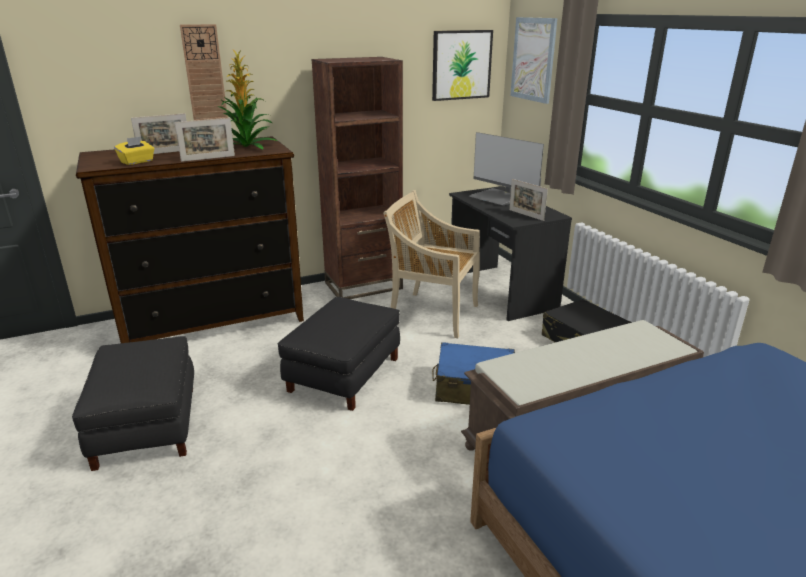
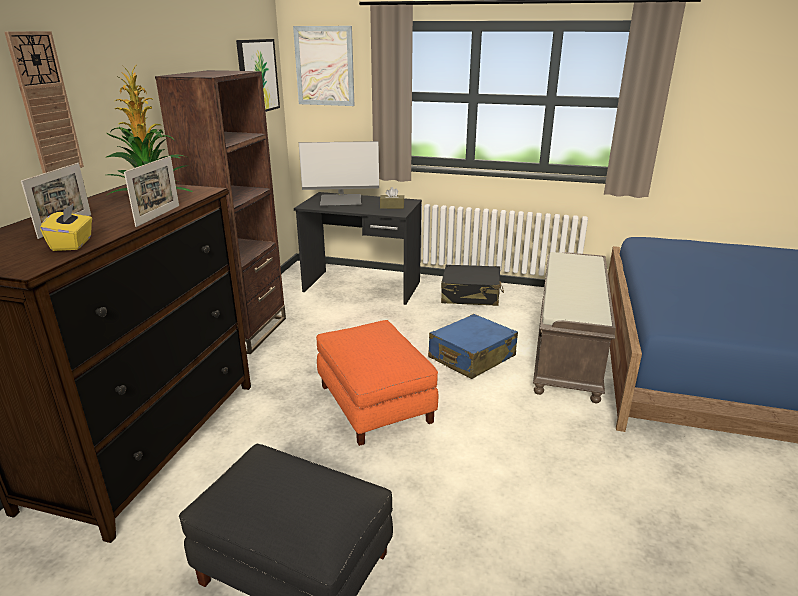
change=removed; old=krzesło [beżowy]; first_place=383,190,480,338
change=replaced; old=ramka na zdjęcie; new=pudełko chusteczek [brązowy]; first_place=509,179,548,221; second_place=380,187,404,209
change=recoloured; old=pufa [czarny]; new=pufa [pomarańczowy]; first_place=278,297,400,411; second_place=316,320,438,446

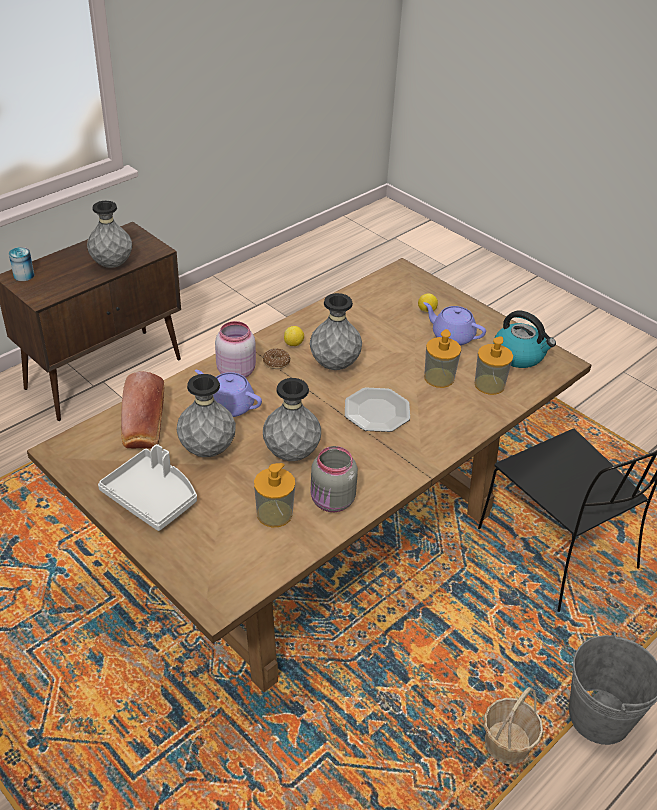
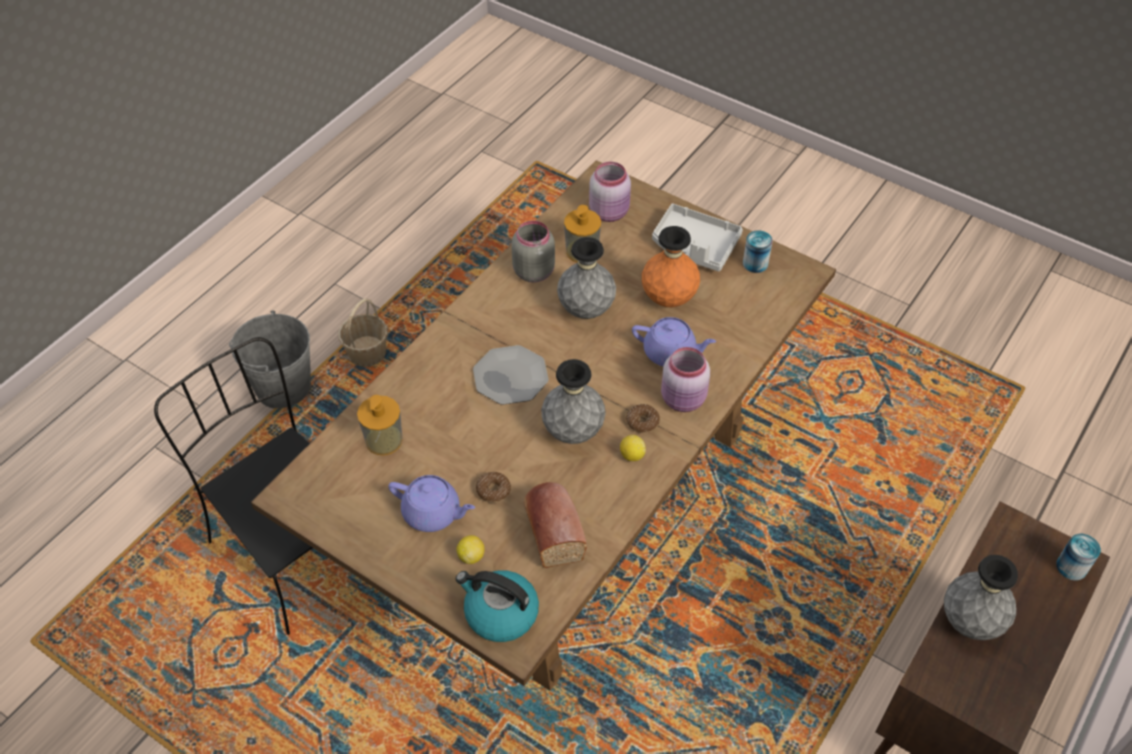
change=removed; old=dozownik mydła; first_place=424,329,461,388
change=added; new=donut; second_place=476,472,511,503
change=added; new=słoik [różowy]; second_place=589,162,631,222
change=added; new=puszka; second_place=743,230,773,273
change=moved; old=chleb; first_place=121,371,164,449; second_place=524,482,587,568
change=moved; old=czajnik; first_place=493,311,556,368; second_place=456,570,539,642
change=recoloured; old=wazon [szary]; new=wazon [pomarańczowy]; first_place=177,374,236,457; second_place=642,226,700,307

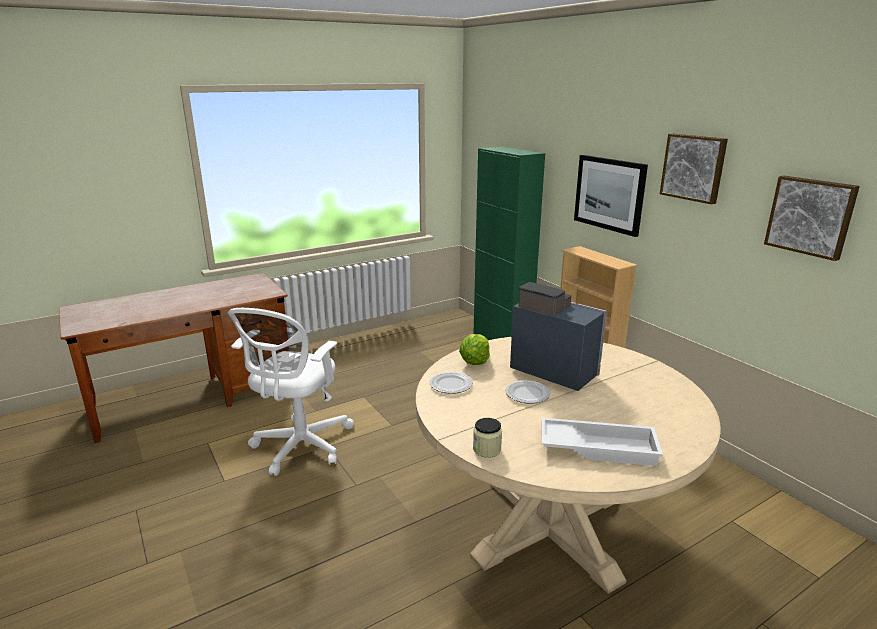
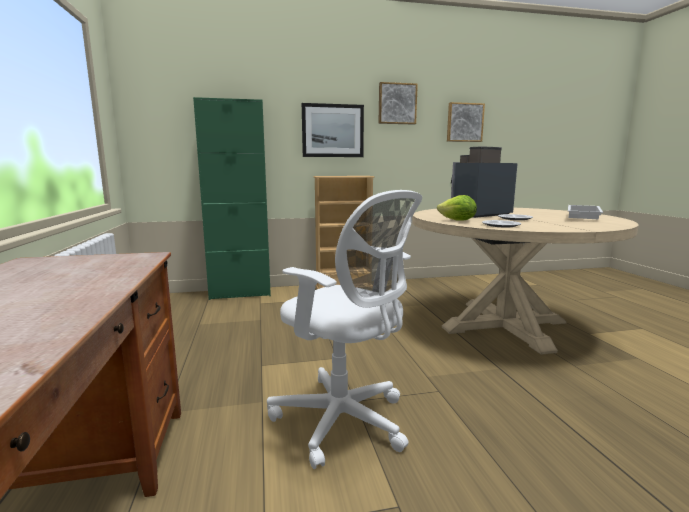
change=removed; old=słoik; first_place=473,418,502,458

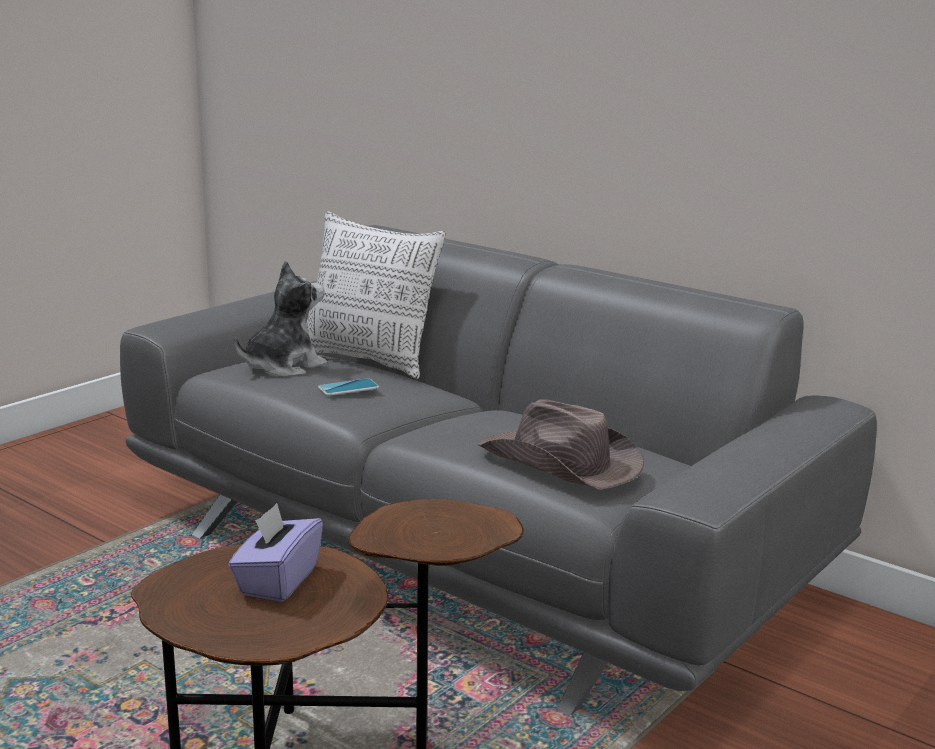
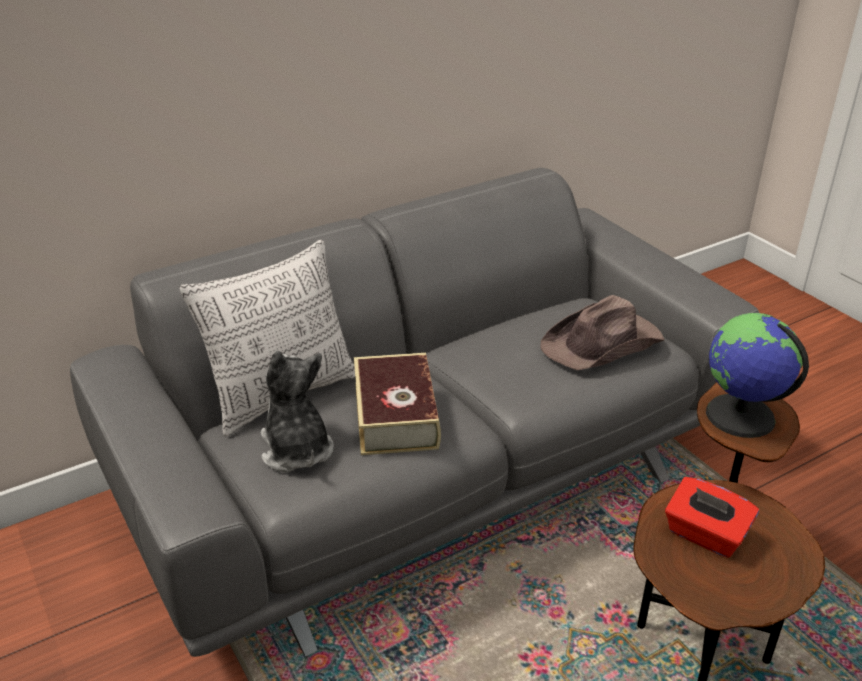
change=added; new=globus; second_place=706,313,809,438
change=replaced; old=telefon; new=książka; first_place=318,378,379,396; second_place=354,353,441,455
change=recoloured; old=pudełko chusteczek [fioletowy]; new=pudełko chusteczek [czerwony]; first_place=228,503,323,602; second_place=665,477,759,558

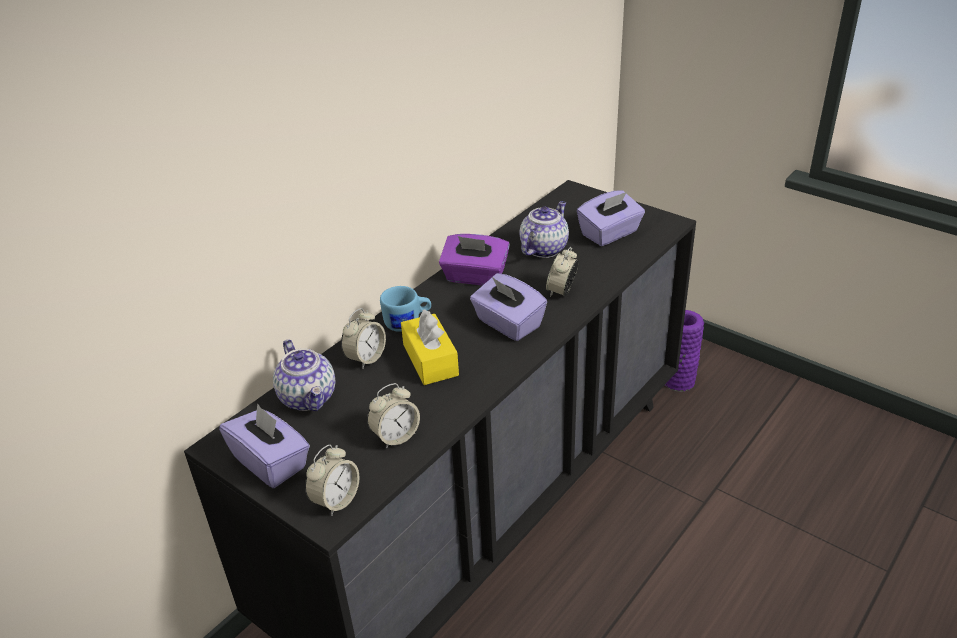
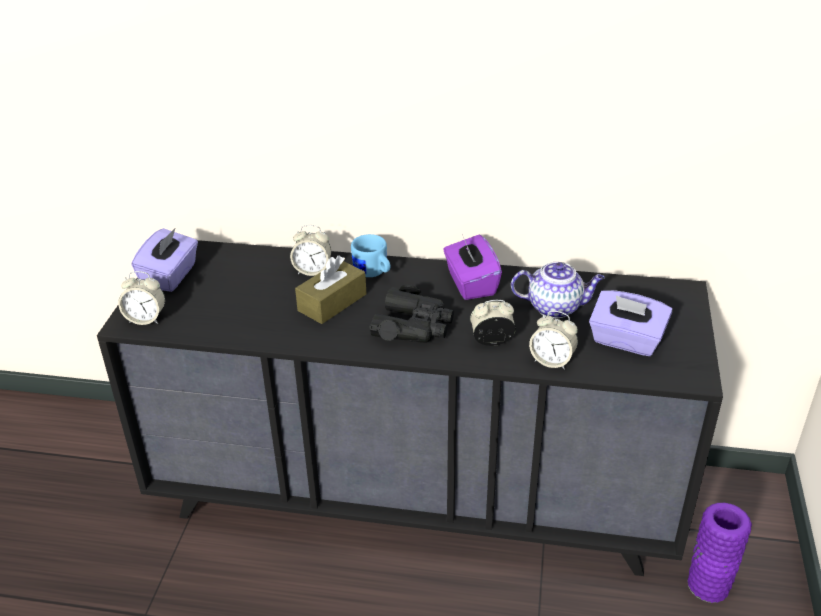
change=removed; old=imbryk; first_place=273,339,335,411
change=moved; old=budzik; first_place=367,383,420,449; second_place=529,311,578,370
change=replaced; old=pudełko chusteczek [fioletowy]; new=lornetka [czarny]; first_place=470,273,547,341; second_place=369,285,454,343
change=recoloured; old=pudełko chusteczek [żółty]; new=pudełko chusteczek [brązowy]; first_place=401,309,459,385; second_place=295,255,366,324

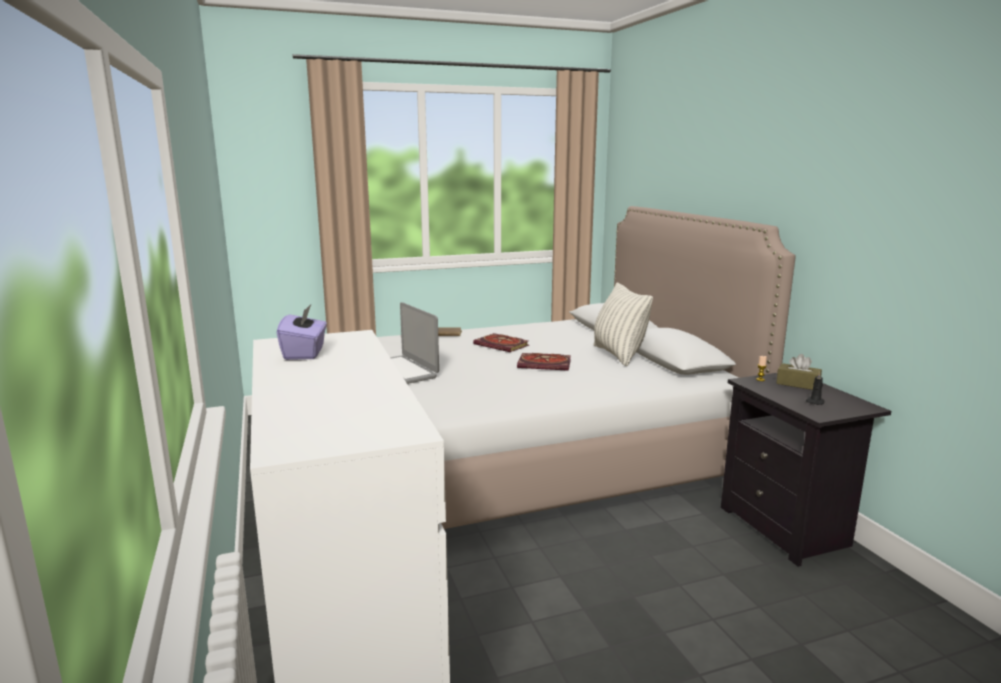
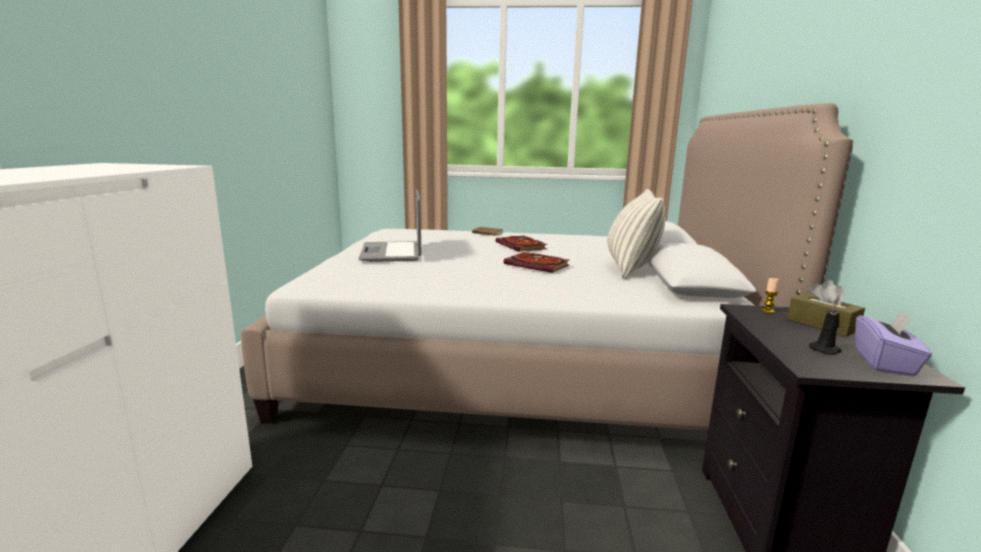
change=moved; old=pudełko chusteczek [fioletowy]; first_place=277,305,327,360; second_place=855,310,932,376

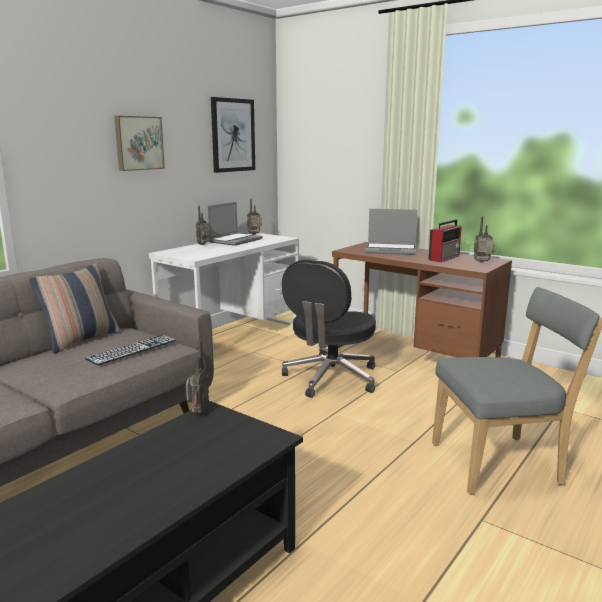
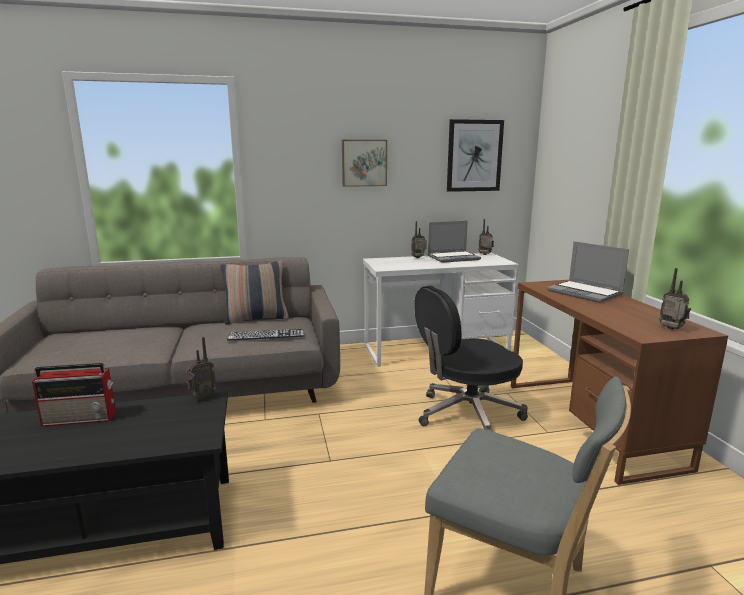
change=moved; old=radio; first_place=428,219,462,262; second_place=32,363,116,427

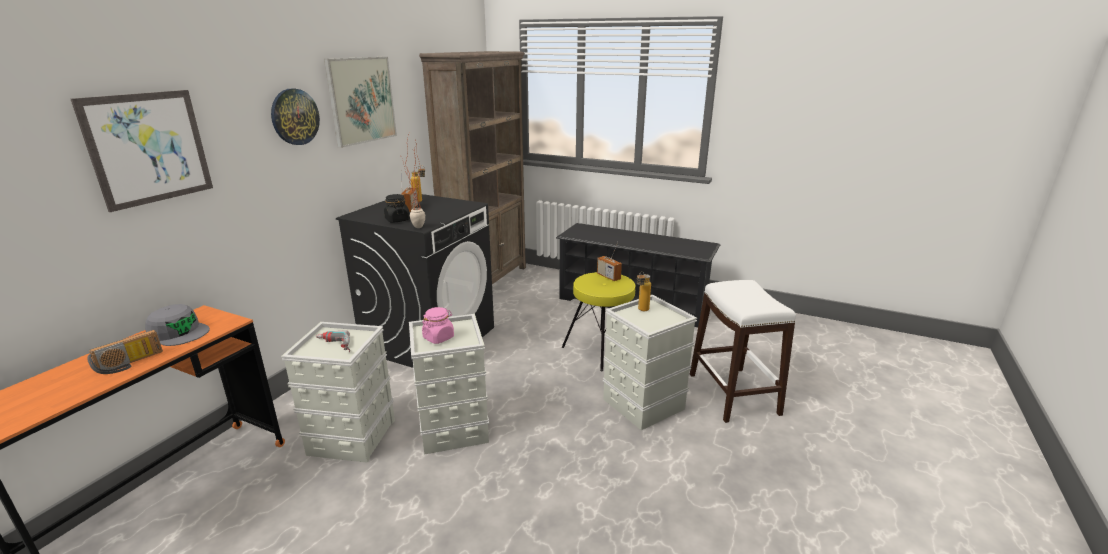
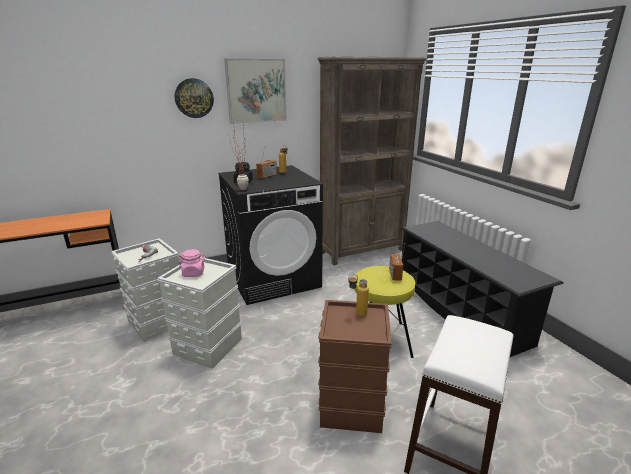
change=removed; old=obraz; first_place=71,90,213,212
change=removed; old=radio; first_place=87,330,163,374
change=removed; old=czapka z daszkiem [szary]; first_place=145,304,210,346
change=recoloured; old=pojemnik do przechowywania [szary]; new=pojemnik do przechowywania [brązowy]; first_place=603,295,697,430; second_place=318,300,392,433

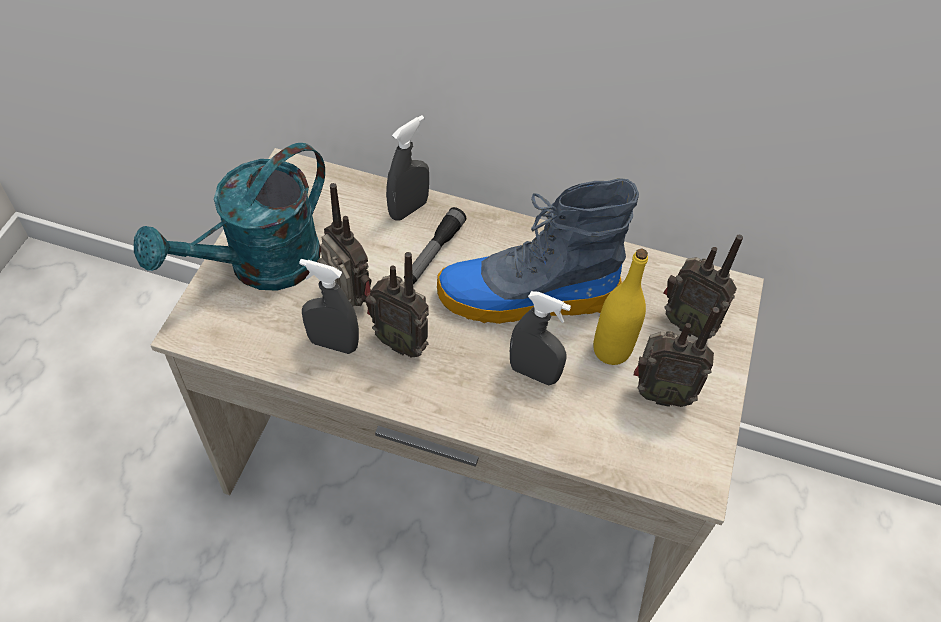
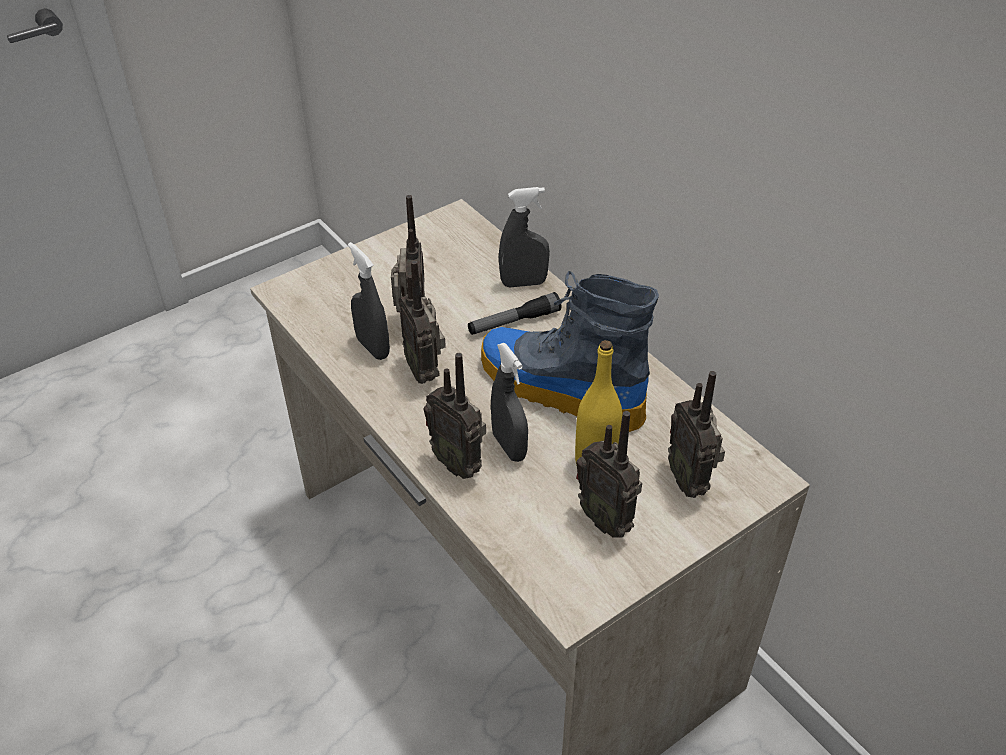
change=removed; old=konewka [turkusowy]; first_place=134,143,325,291
change=added; new=radio; second_place=423,353,486,479

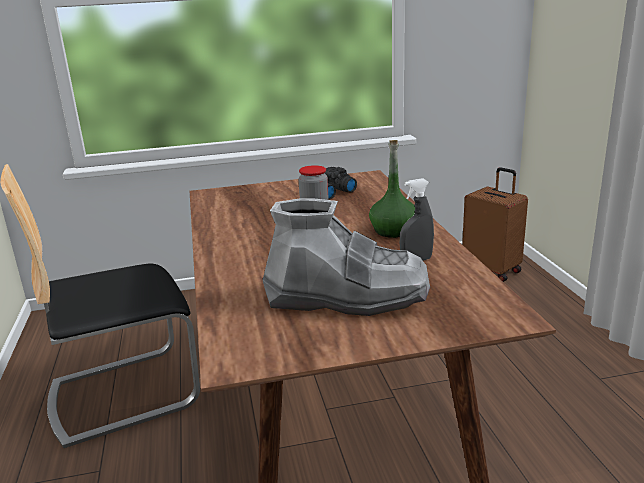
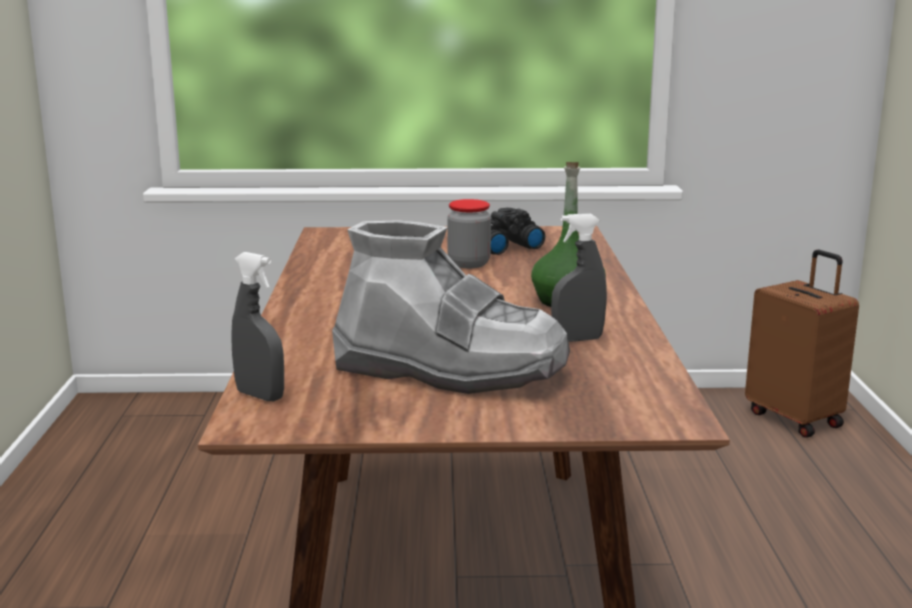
change=removed; old=krzesło; first_place=0,164,200,448
change=added; new=spryskiwacz [szary]; second_place=231,252,284,401

